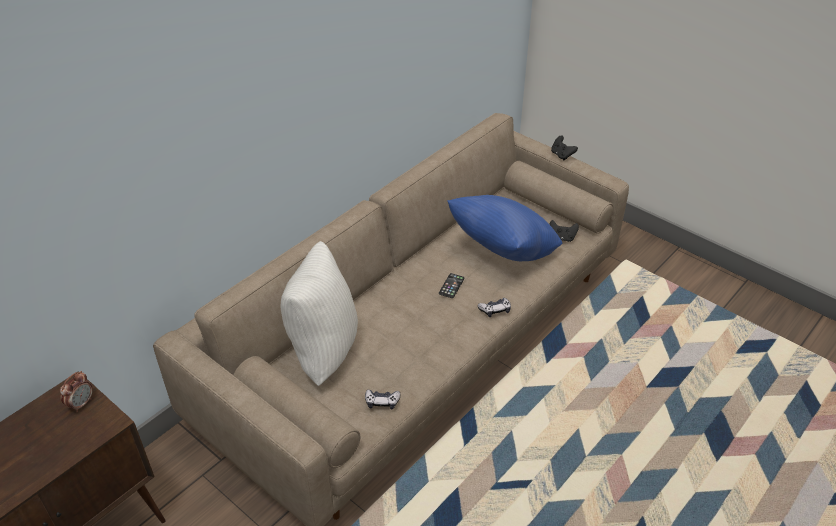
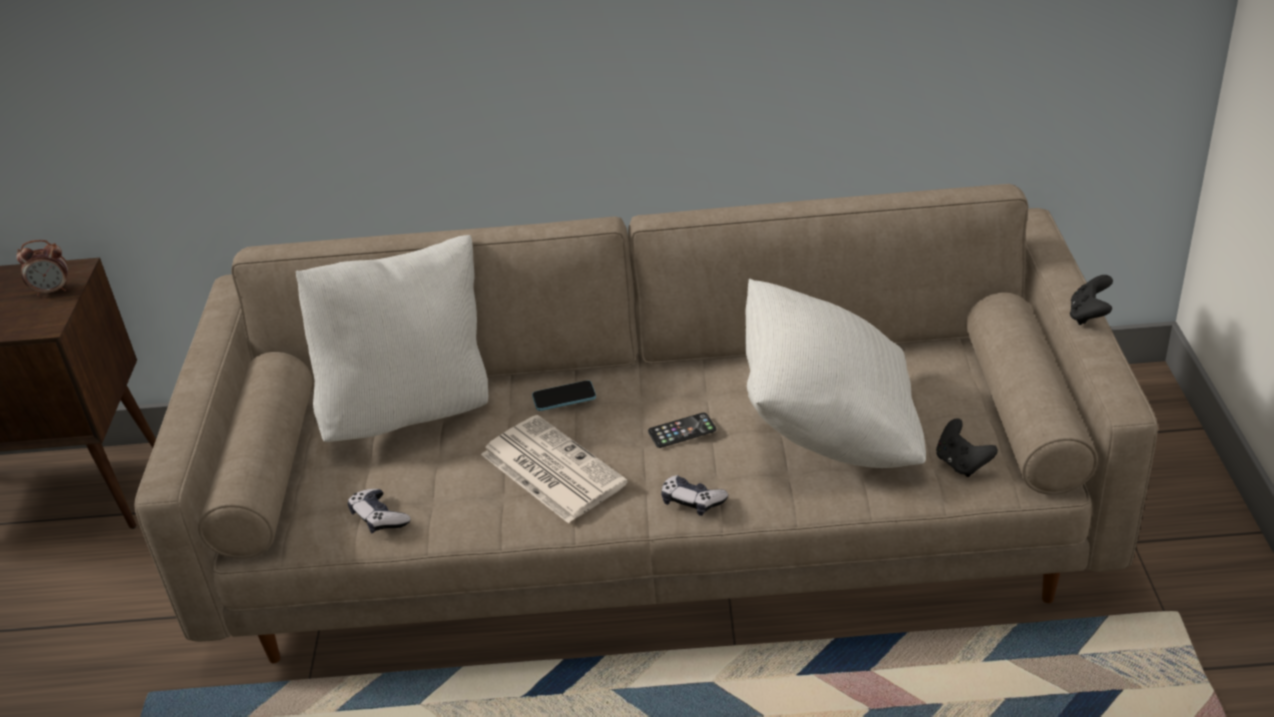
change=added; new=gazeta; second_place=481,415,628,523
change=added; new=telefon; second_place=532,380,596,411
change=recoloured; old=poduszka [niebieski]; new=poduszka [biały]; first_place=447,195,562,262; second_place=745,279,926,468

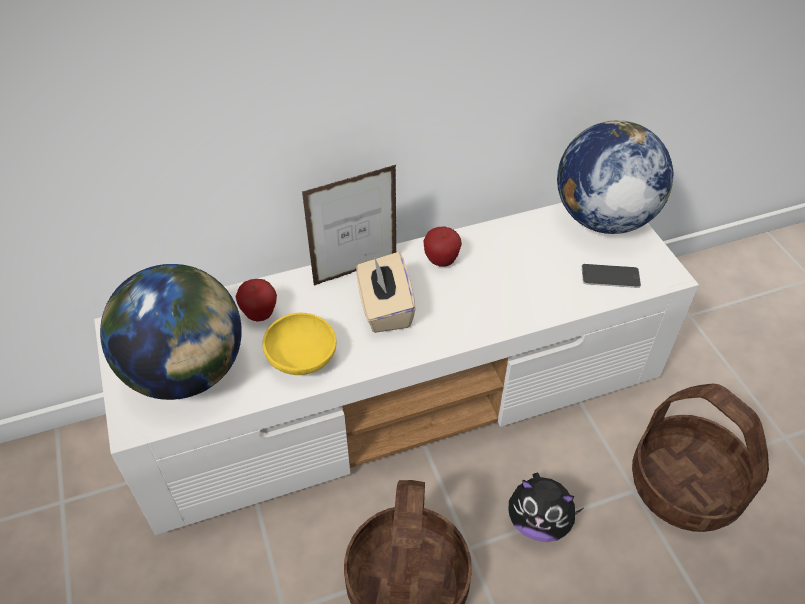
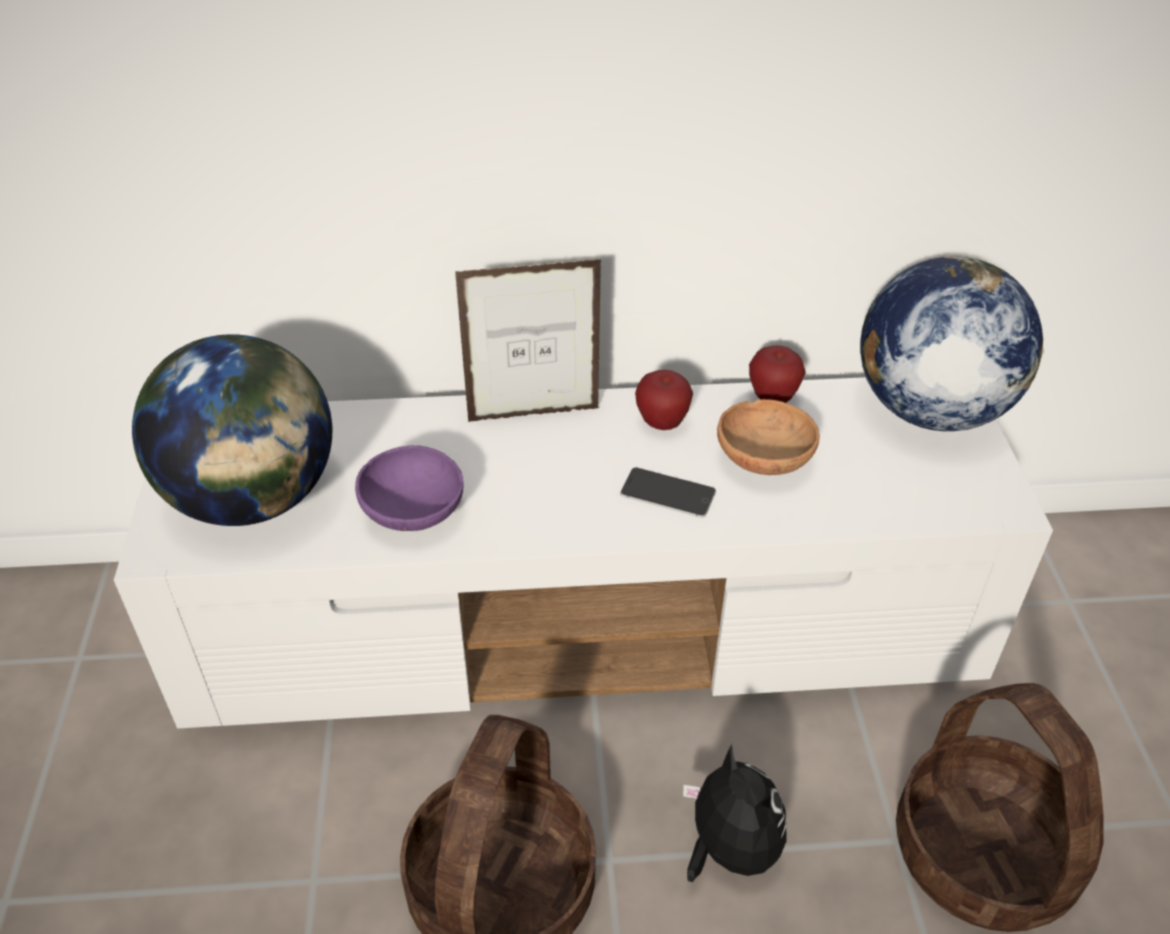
change=removed; old=pudełko chusteczek [beżowy]; first_place=356,252,416,333
change=added; new=miska [brązowy]; second_place=717,399,820,475
change=moved; old=jabłko; first_place=235,279,277,322; second_place=749,345,806,403
change=moved; old=telefon; first_place=582,264,641,288; second_place=620,467,716,518
change=recoloured; old=miska [żółty]; new=miska [fioletowy]; first_place=263,313,336,375; second_place=355,445,464,531
change=turned; old=pluszak; first_place=508,473,583,542; second_place=683,744,786,882; degrees=-150

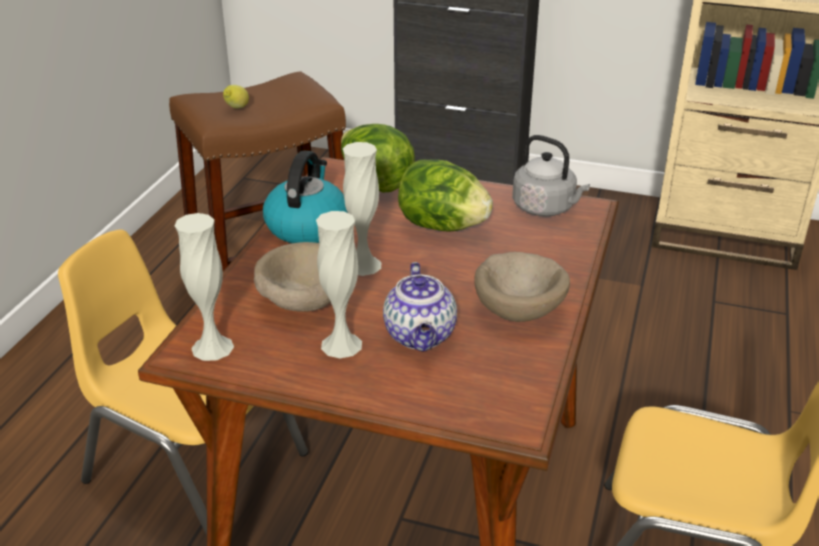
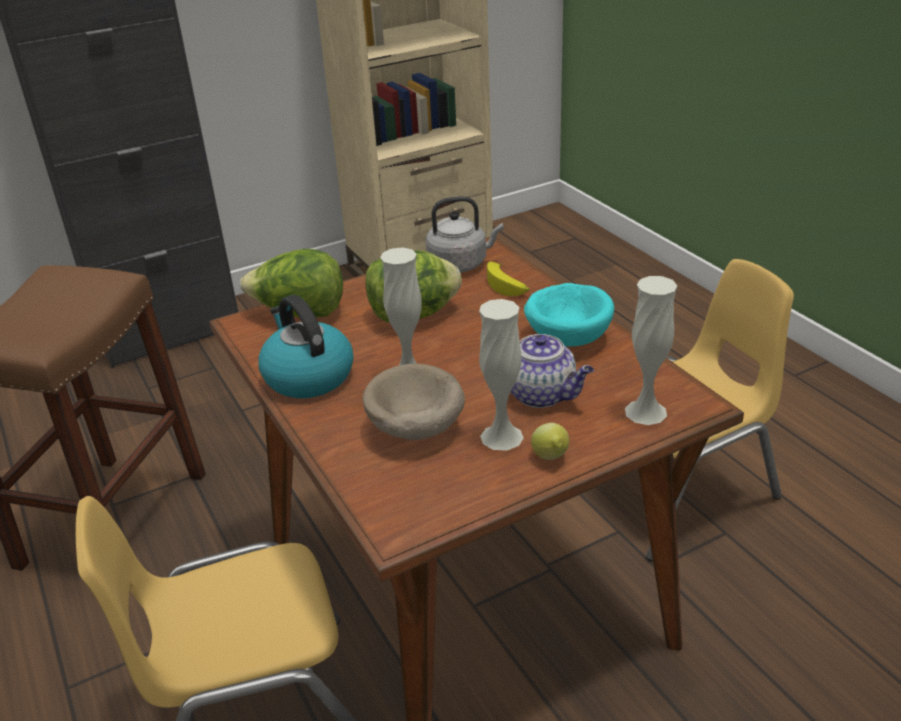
change=added; new=banan; second_place=487,262,530,296
change=moved; old=wazon [biały]; first_place=175,213,234,361; second_place=625,276,677,425
change=moved; old=cytryna; first_place=223,85,249,109; second_place=531,423,569,460
change=recoloured; old=miska [beżowy]; new=miska [turkusowy]; first_place=474,252,570,322; second_place=524,283,614,347

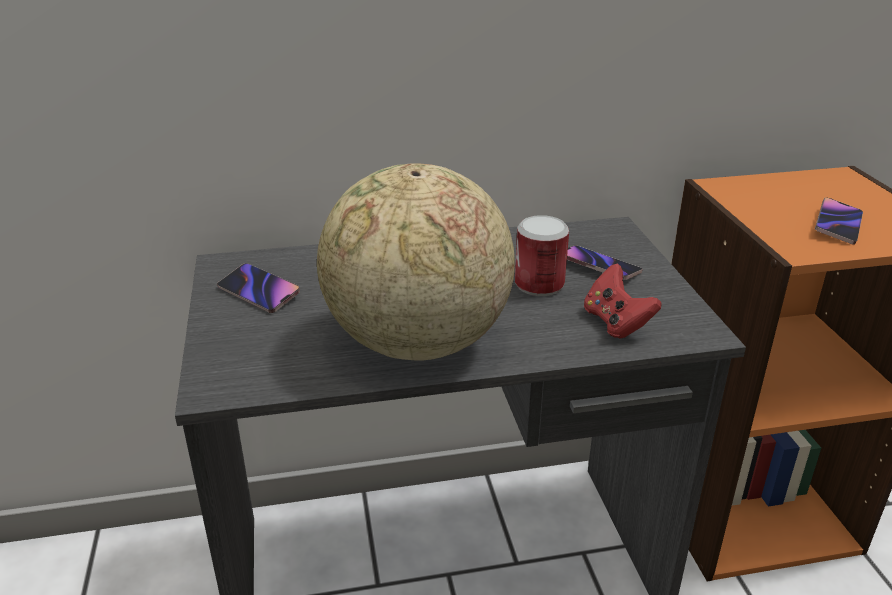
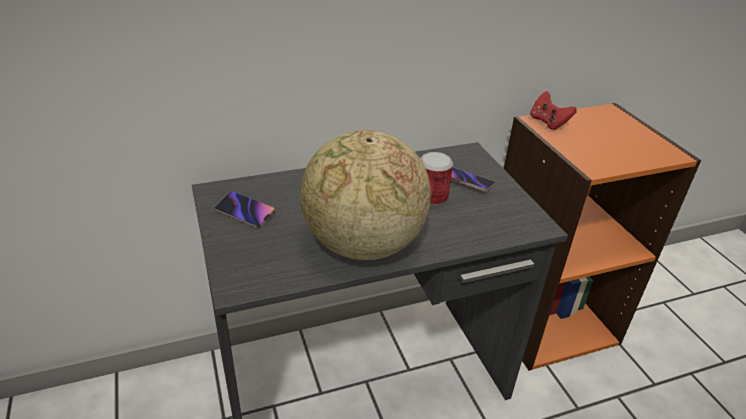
change=removed; old=telefon; first_place=815,198,863,245
change=moved; old=pad do gier [czerwony]; first_place=584,263,661,338; second_place=530,91,577,130

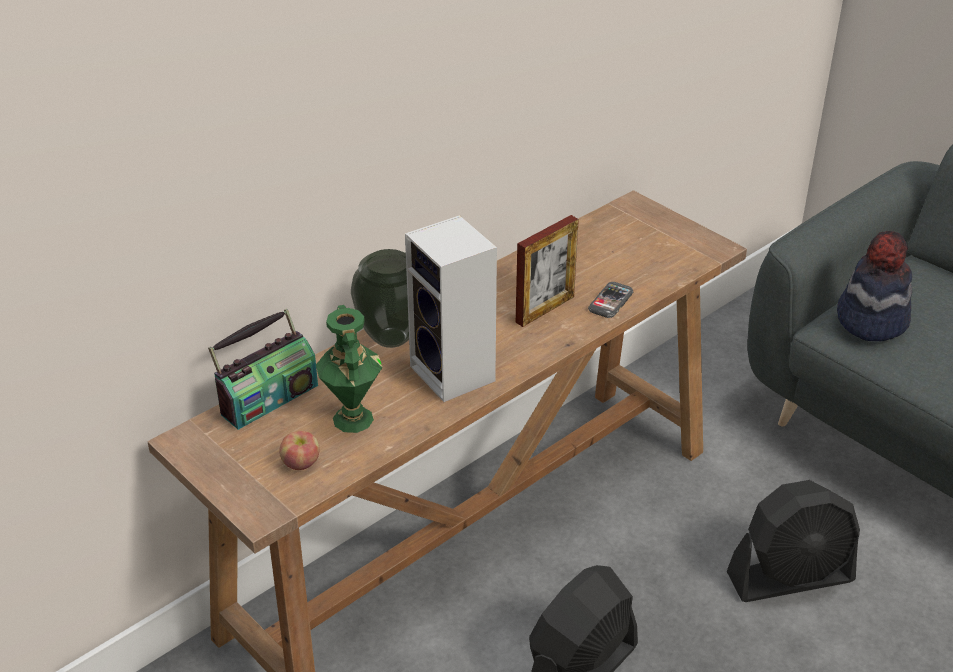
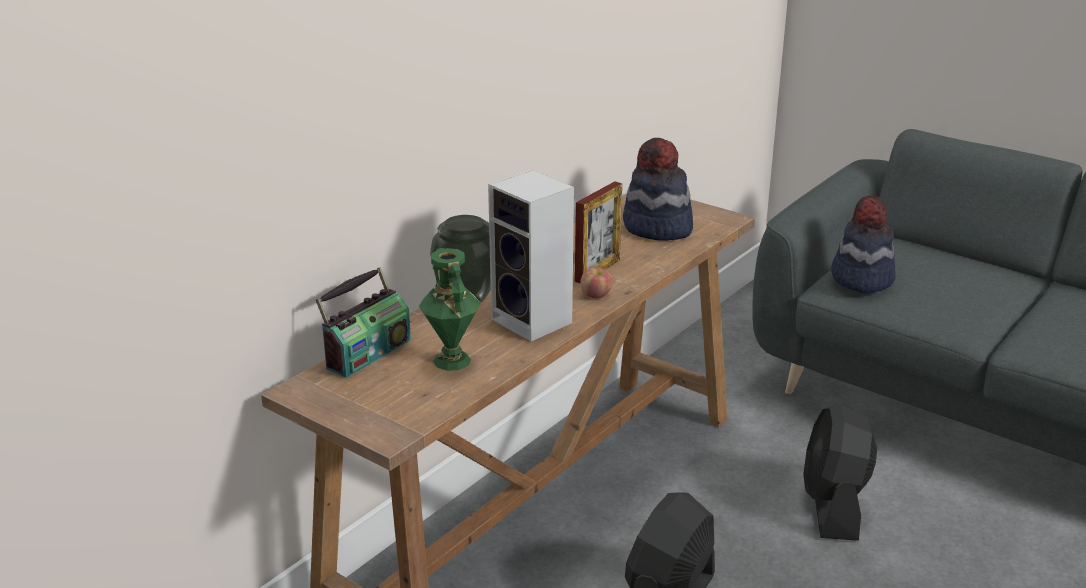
change=removed; old=telefon; first_place=588,282,633,318
change=added; new=kapelusz; second_place=623,138,693,241
change=moved; old=jabłko; first_place=279,431,320,470; second_place=581,267,613,299
change=turned; old=wentylator [czarny]; first_place=727,480,860,602; second_place=803,405,877,541; degrees=120

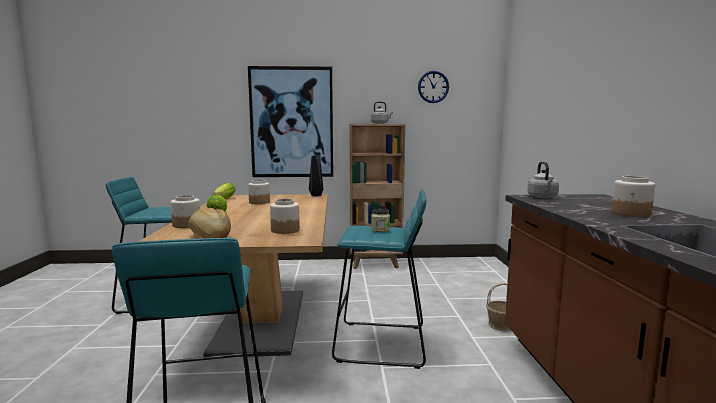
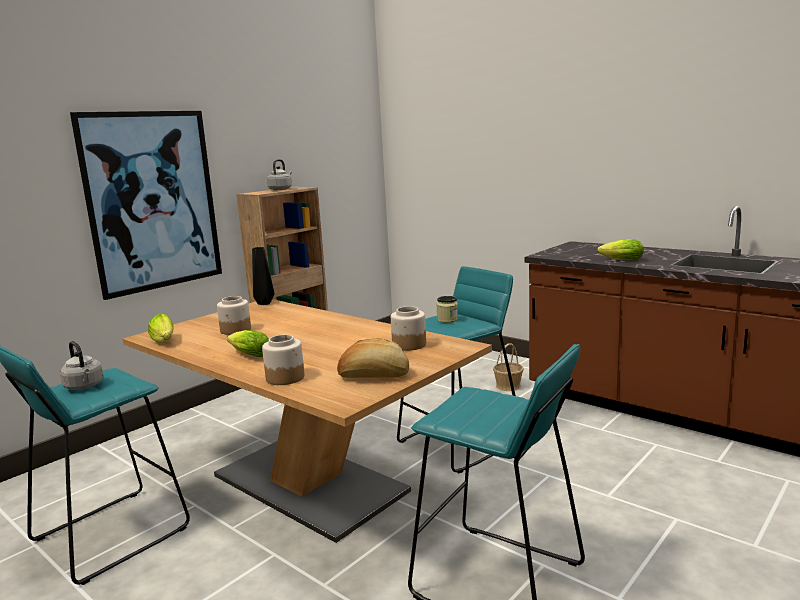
change=removed; old=zegar ścienny; first_place=418,71,449,103
change=removed; old=słoik; first_place=611,176,655,217
change=added; new=sałata; second_place=597,239,643,261
change=moved; old=czajnik [szary]; first_place=527,161,559,198; second_place=60,341,104,390

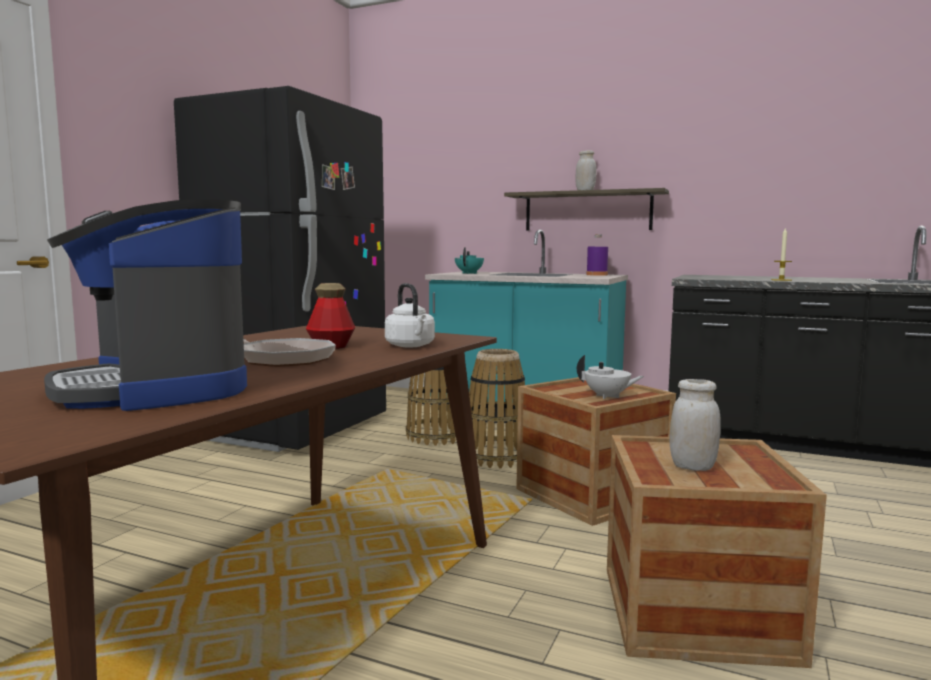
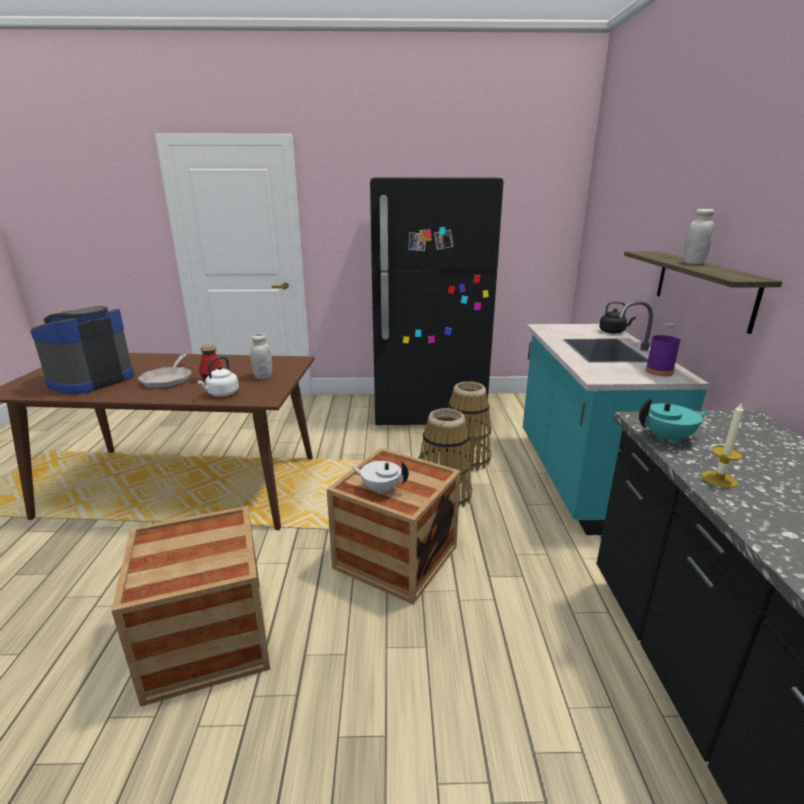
change=added; new=czajnik [czarny]; second_place=599,301,636,334
change=moved; old=imbryk [turkusowy]; first_place=455,247,484,274; second_place=639,398,710,444
change=moved; old=słoik [biały]; first_place=670,379,721,471; second_place=250,333,272,379
change=turned; old=imbryk [biały]; first_place=577,355,644,399; second_place=351,461,409,495; degrees=105

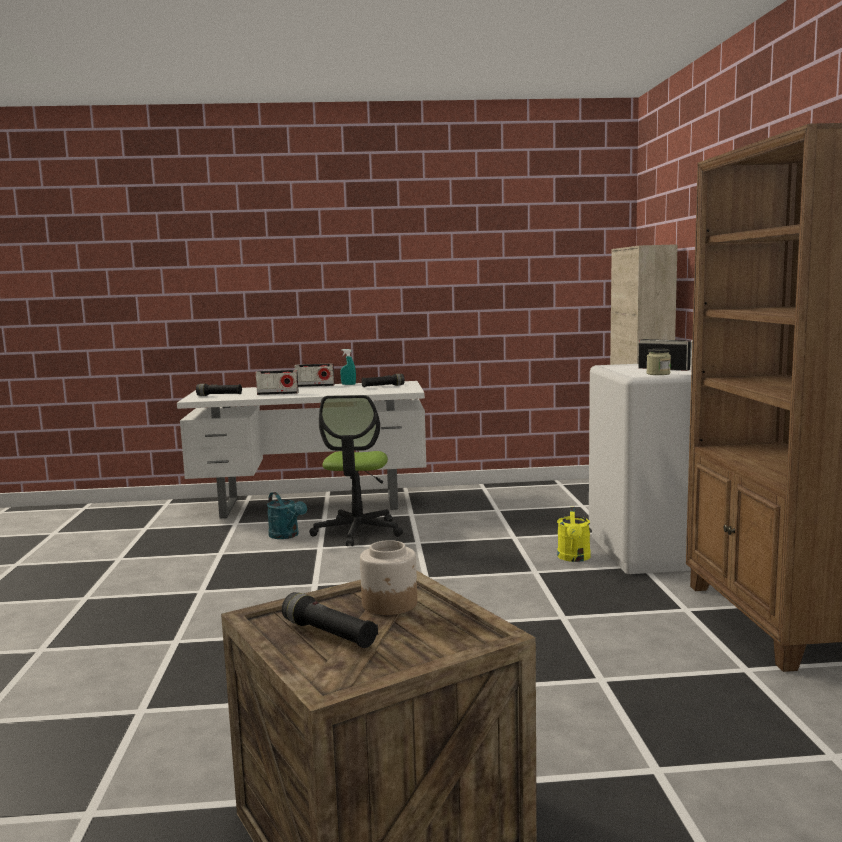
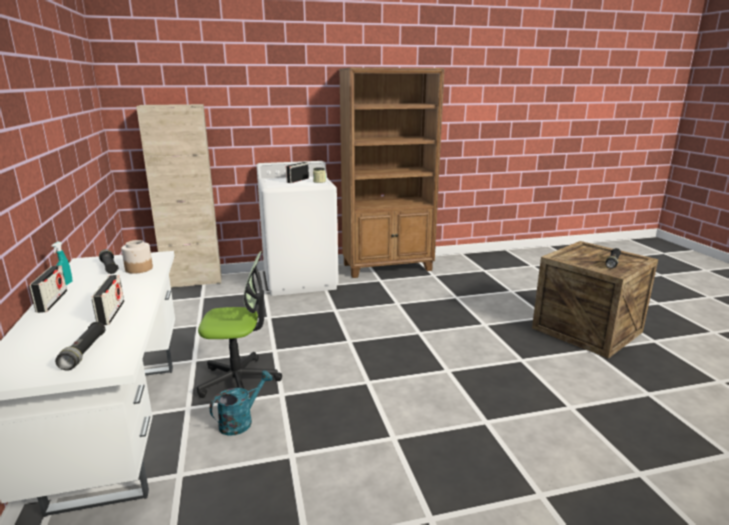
change=removed; old=konewka [żółty]; first_place=557,507,591,562
change=moved; old=słoik; first_place=360,540,417,615; second_place=121,240,153,274

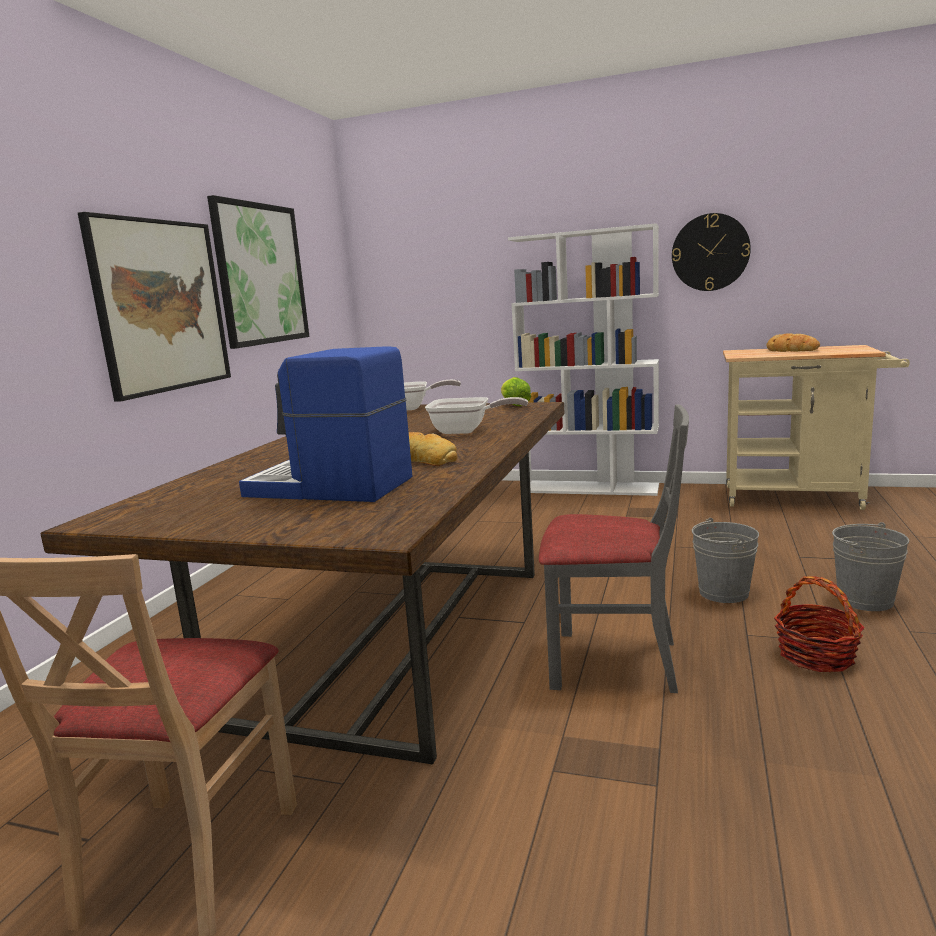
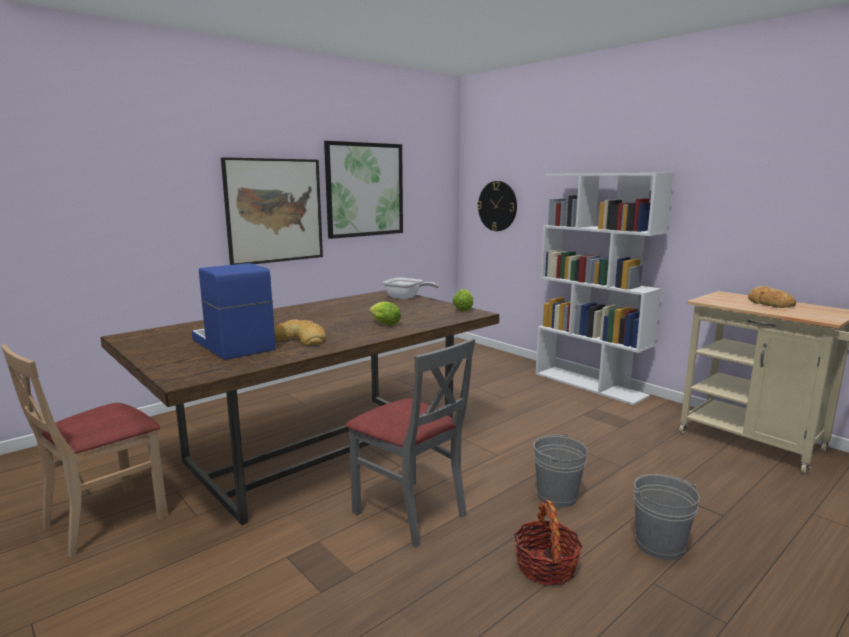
change=moved; old=zegar ścienny; first_place=672,213,751,291; second_place=477,181,517,231
change=replaced; old=patelnia; new=sałata; first_place=425,397,528,434; second_place=369,301,401,326

